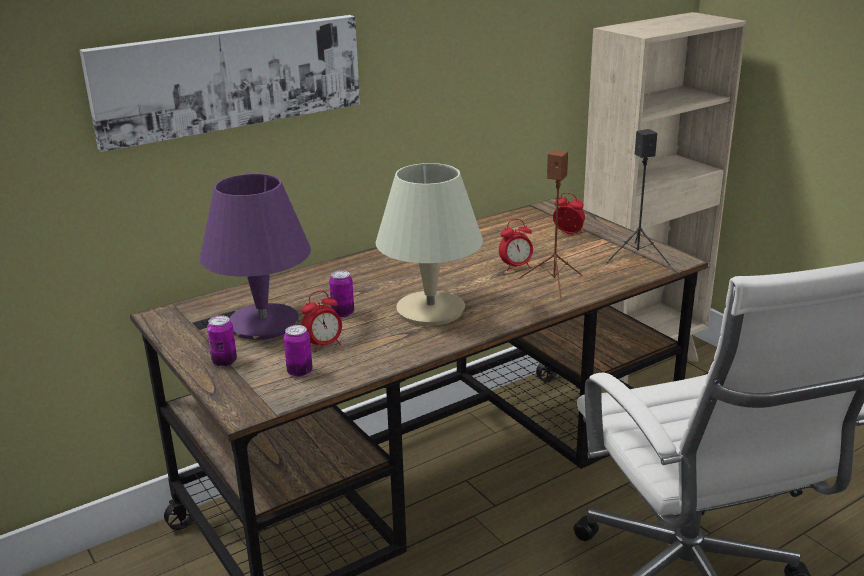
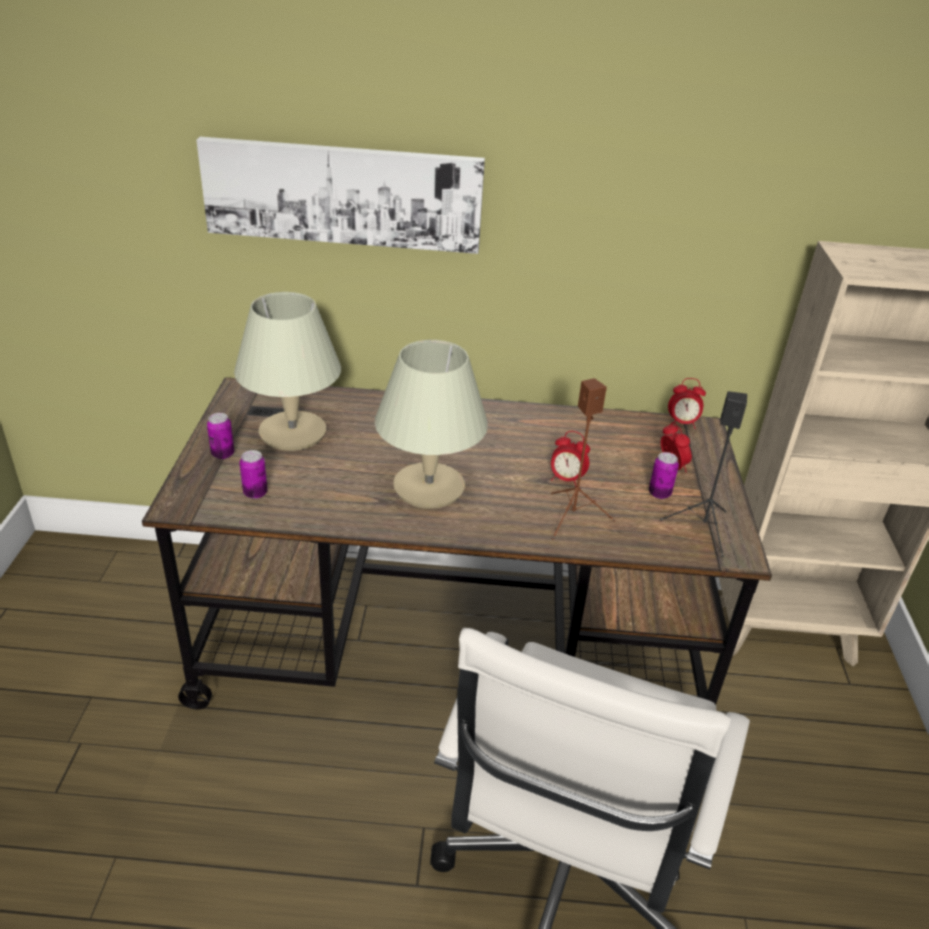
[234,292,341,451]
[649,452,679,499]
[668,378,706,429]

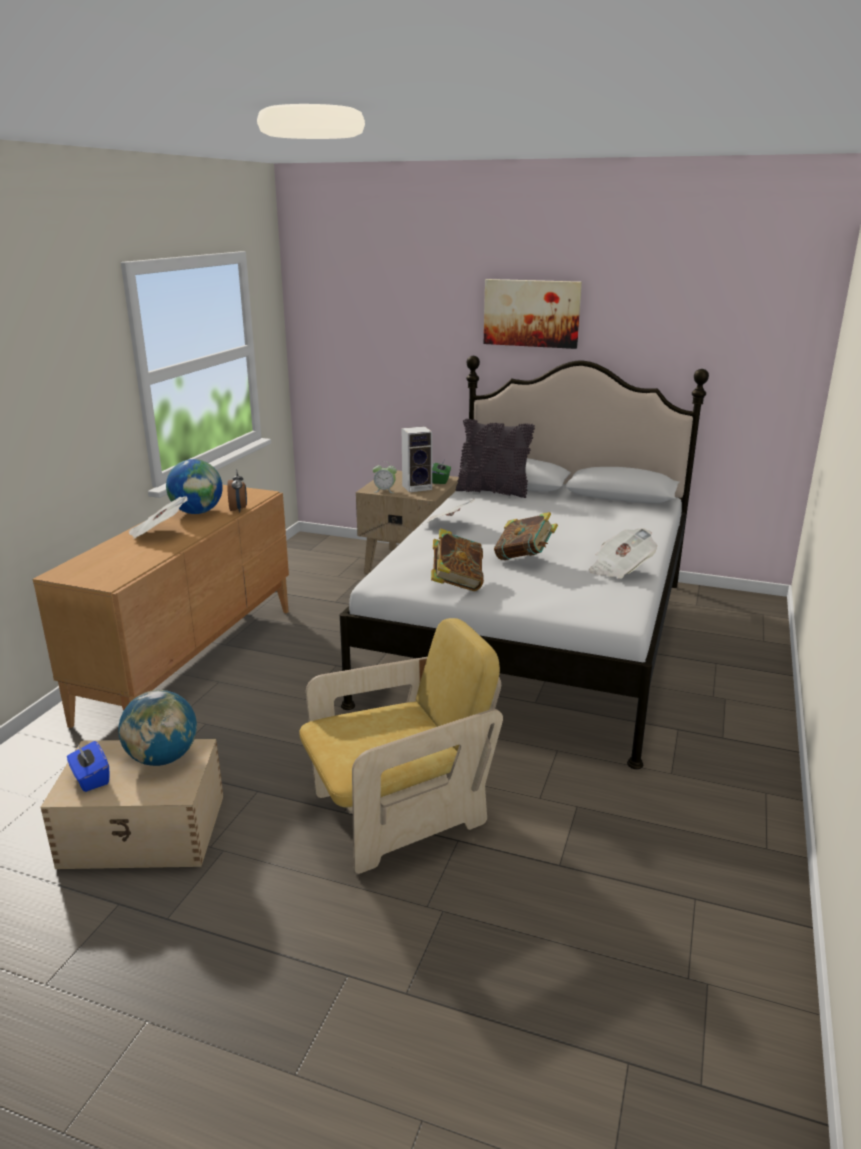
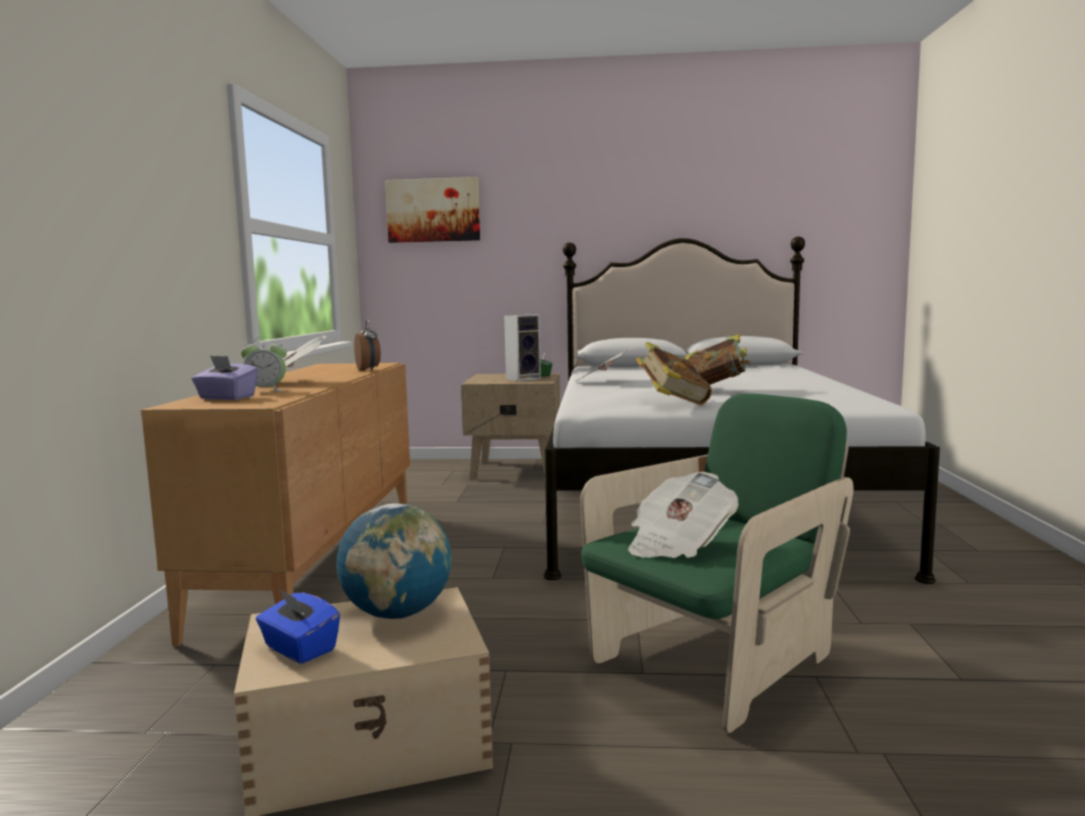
[192,356,258,400]
[241,337,287,392]
[385,177,480,243]
[580,393,854,733]
[628,472,739,558]
[166,459,223,514] (first image)
[456,419,535,498] (first image)

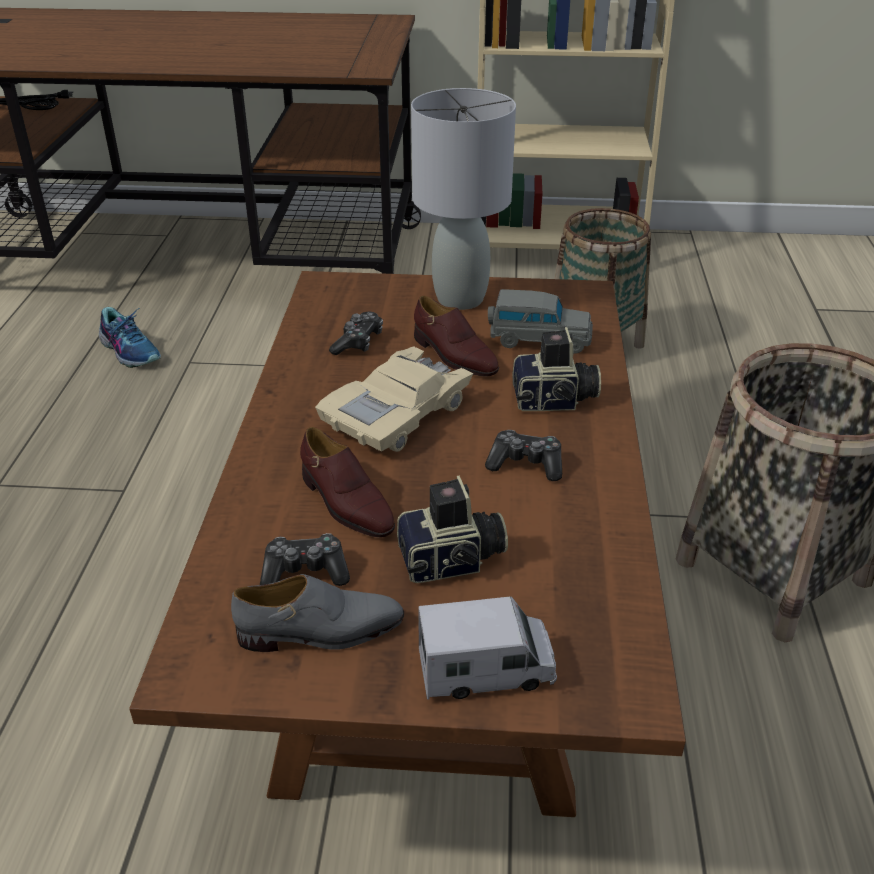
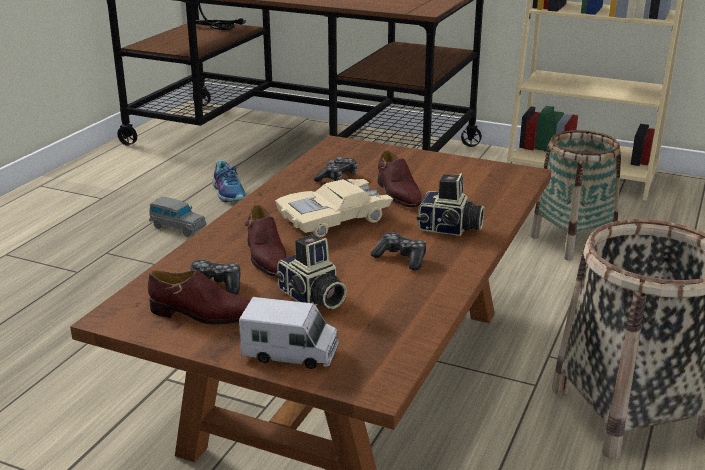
[148,270,250,325]
[149,197,206,237]
[275,234,347,309]
[411,88,516,310] (first image)

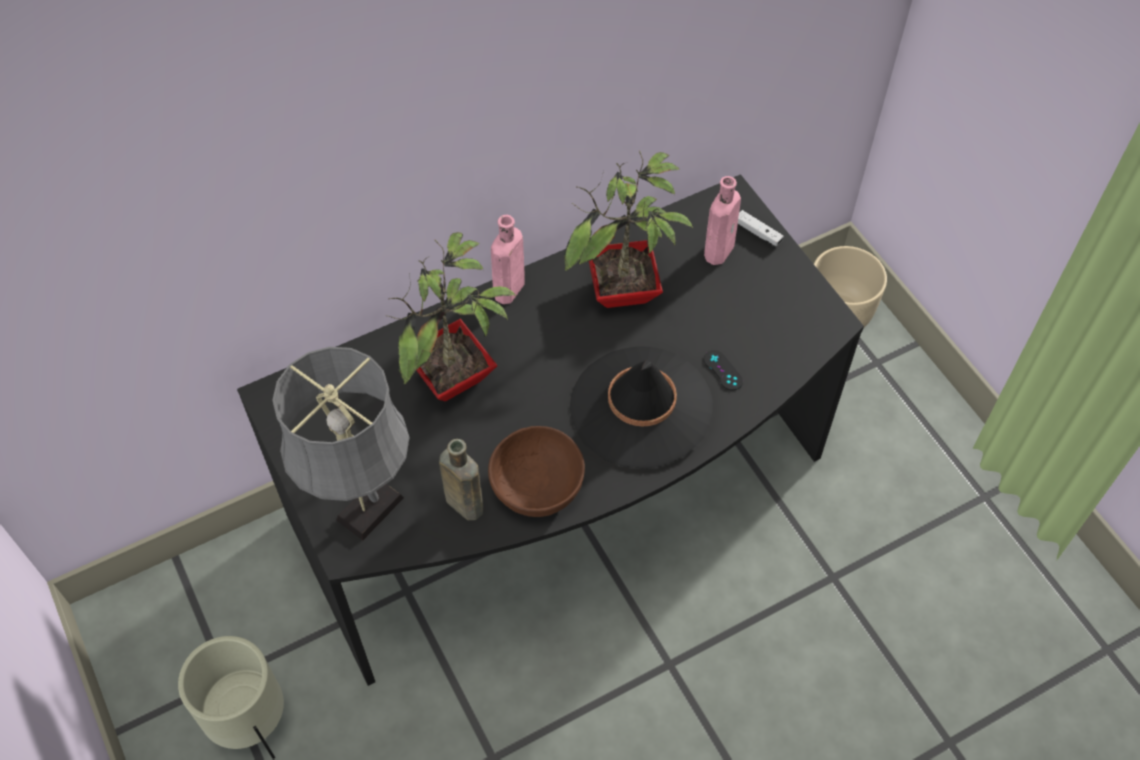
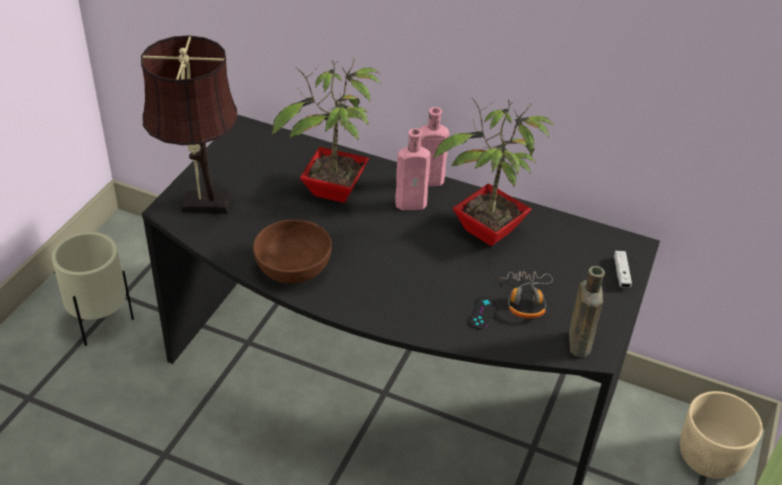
[141,35,238,214]
[395,128,431,210]
[500,271,553,318]
[569,266,605,358]
[570,346,713,469] (first image)

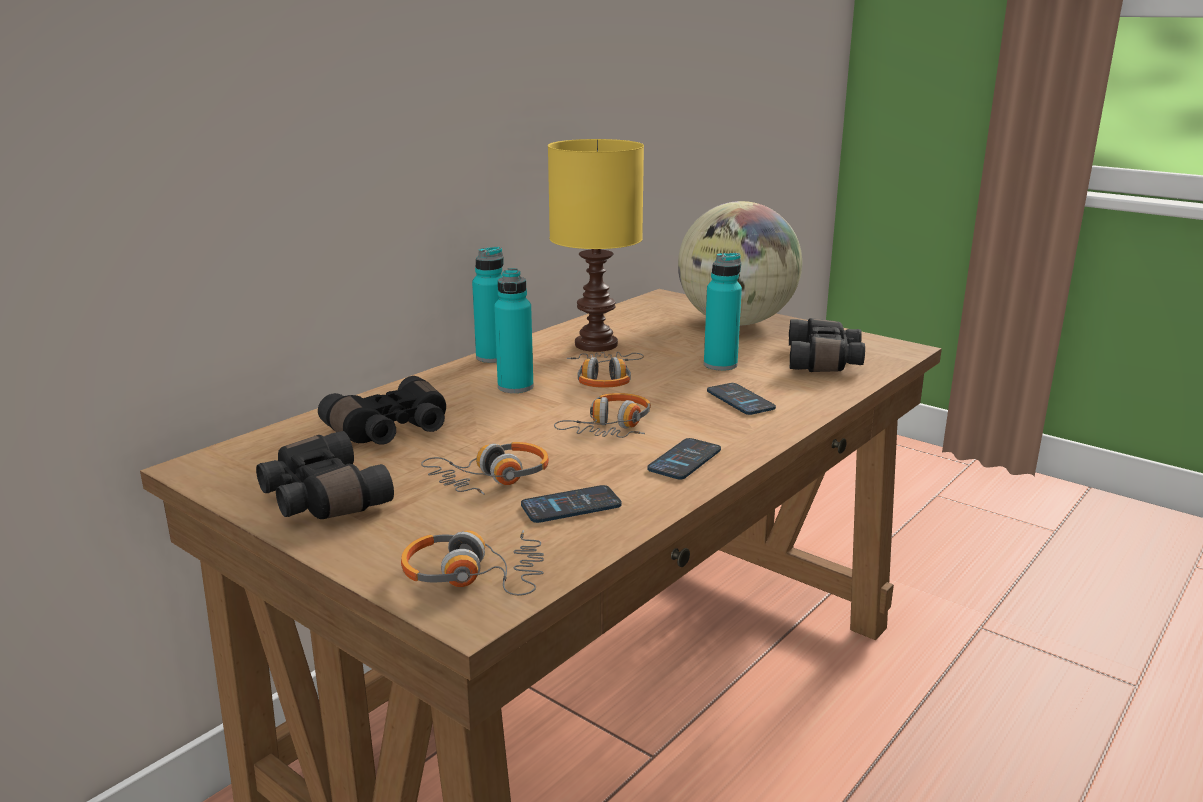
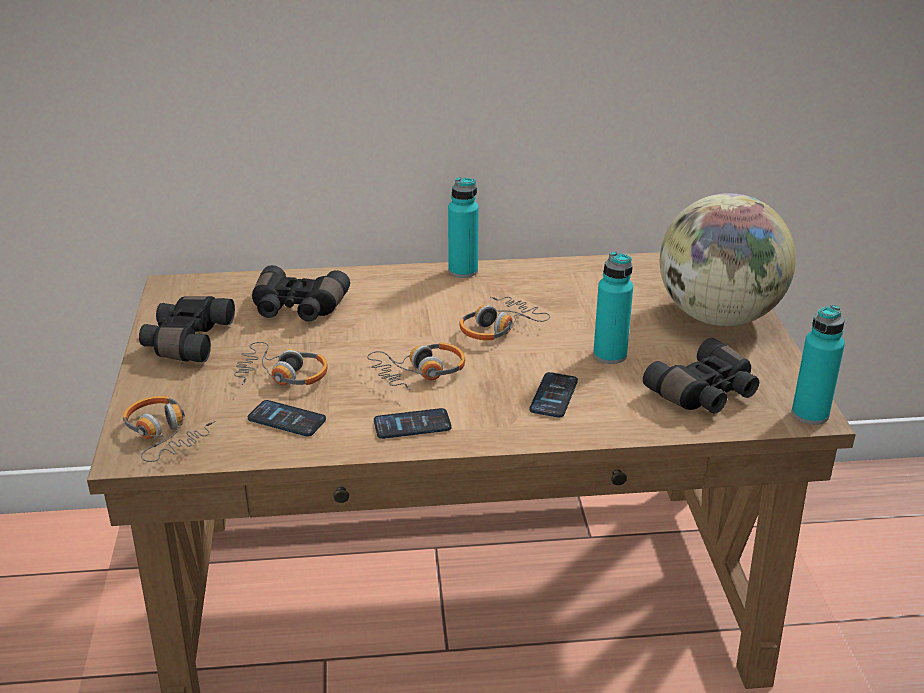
[792,305,845,425]
[548,139,644,352] (first image)

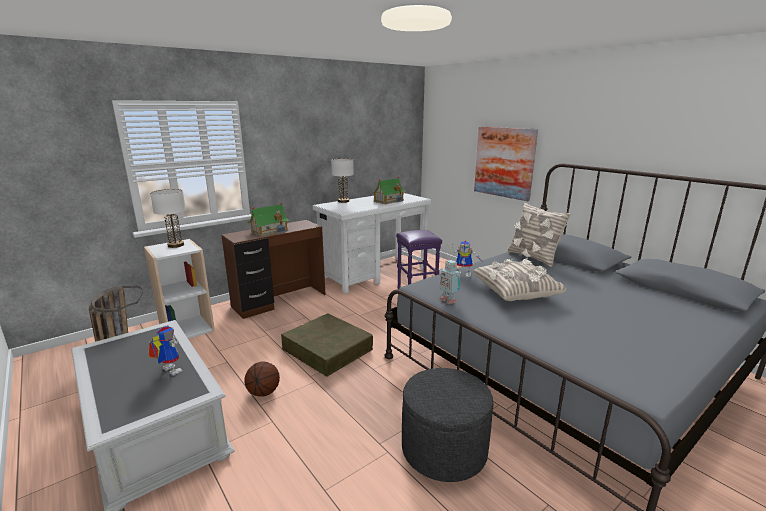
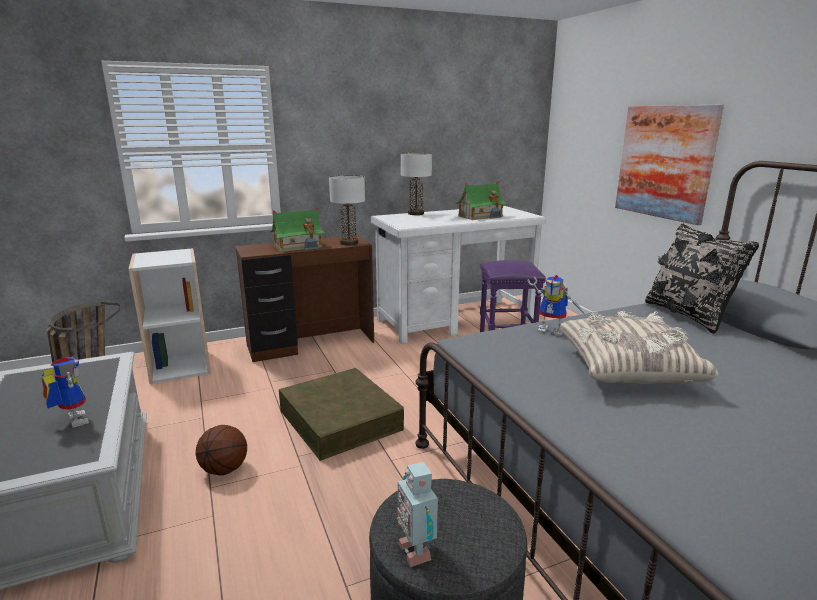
[329,175,365,245]
[397,462,438,567]
[645,224,759,334]

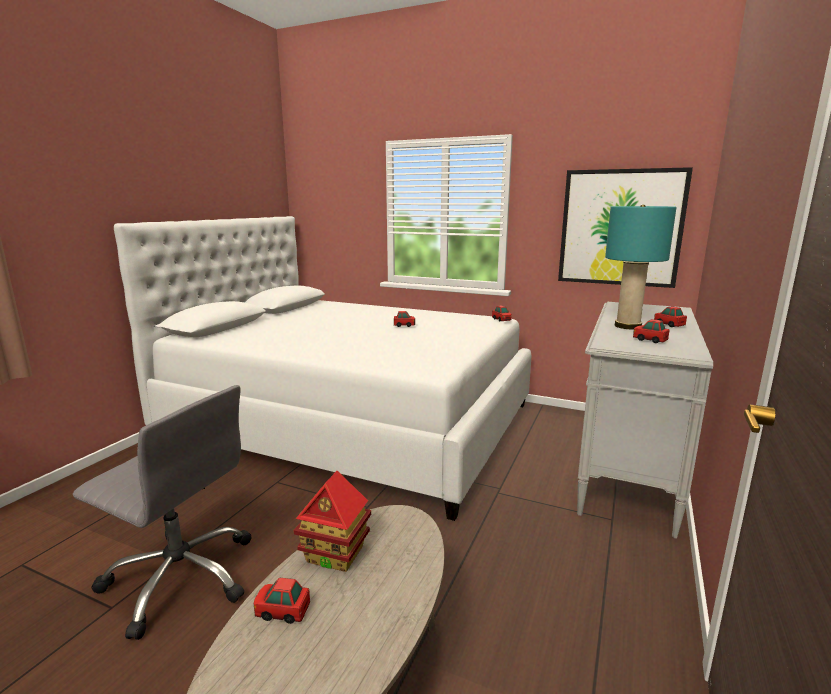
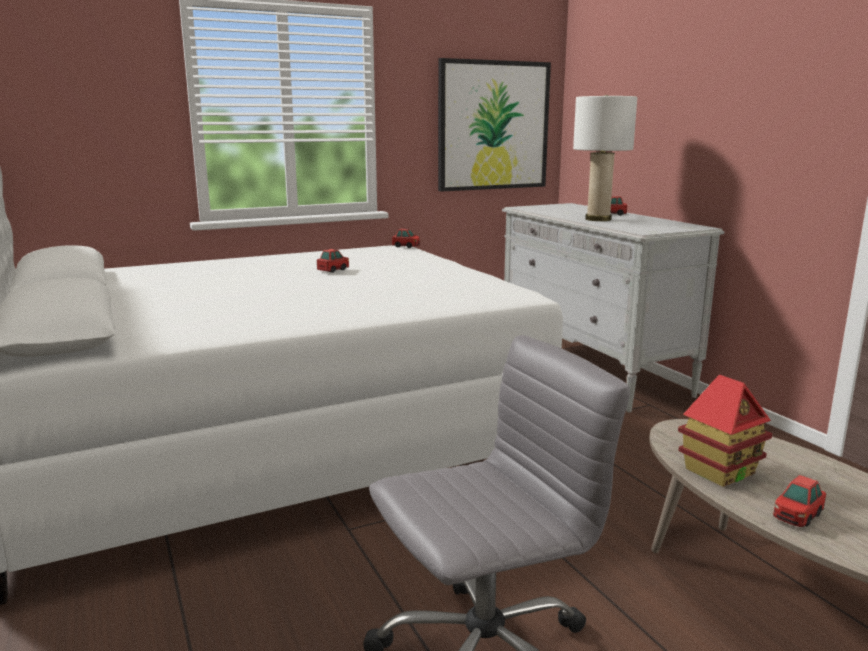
[573,95,637,221]
[633,319,670,343] (first image)

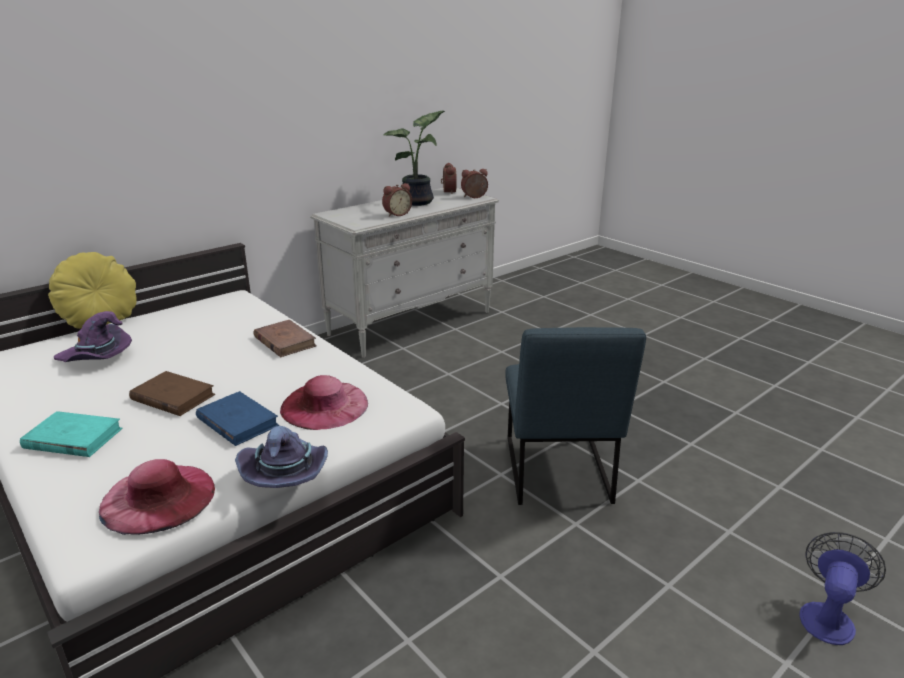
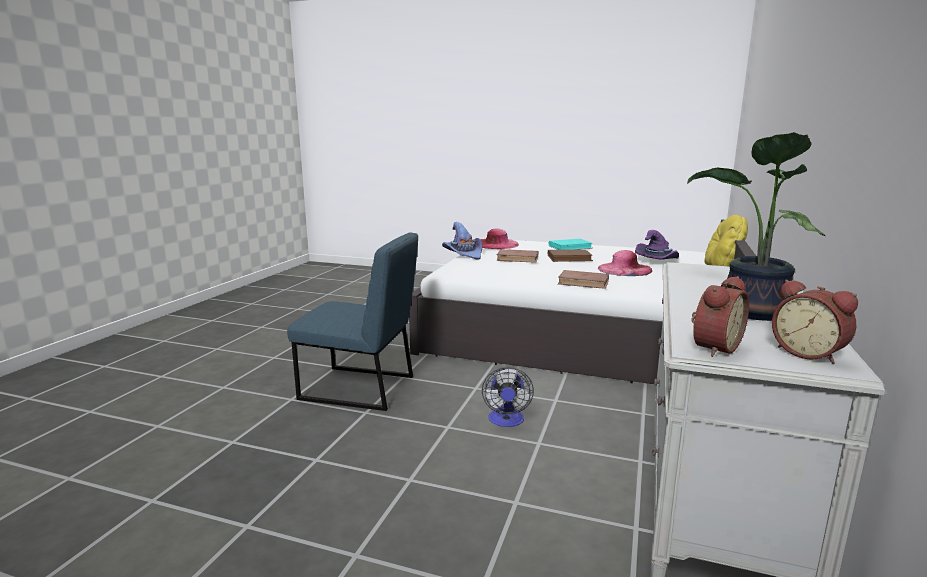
[287,233,418,411]
[482,367,534,427]
[496,249,538,263]
[598,250,652,276]
[382,183,412,217] (first image)

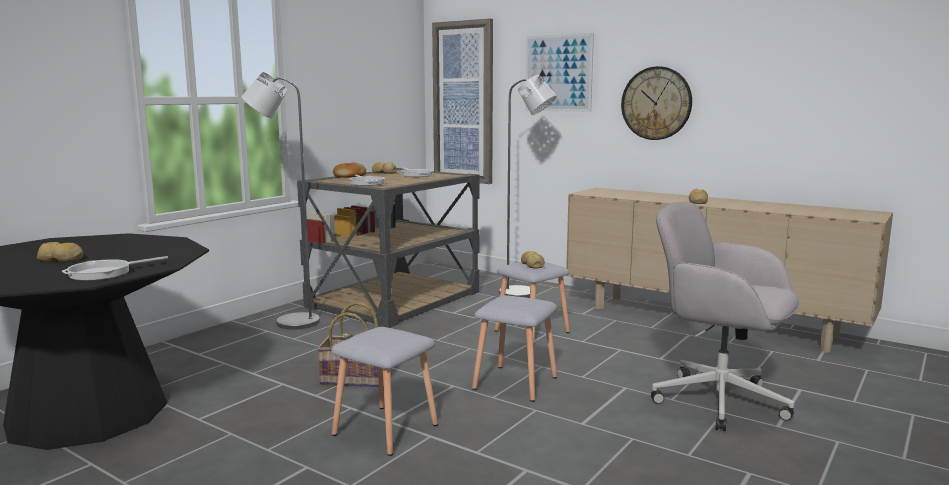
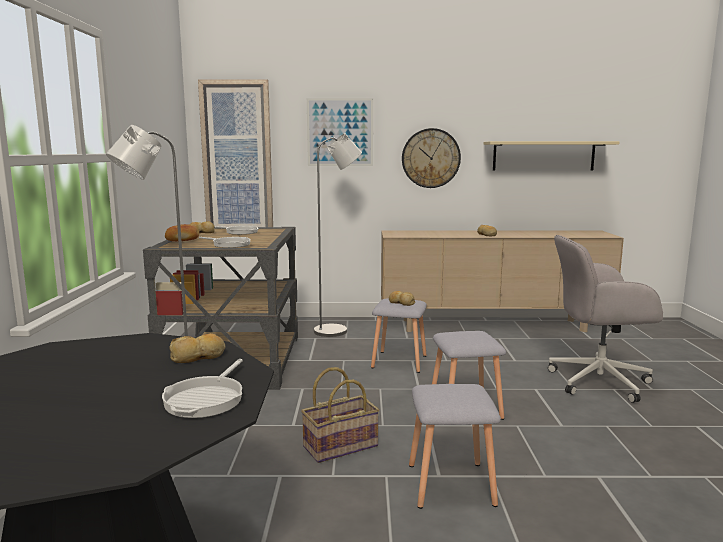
[169,333,225,363]
[483,141,620,171]

